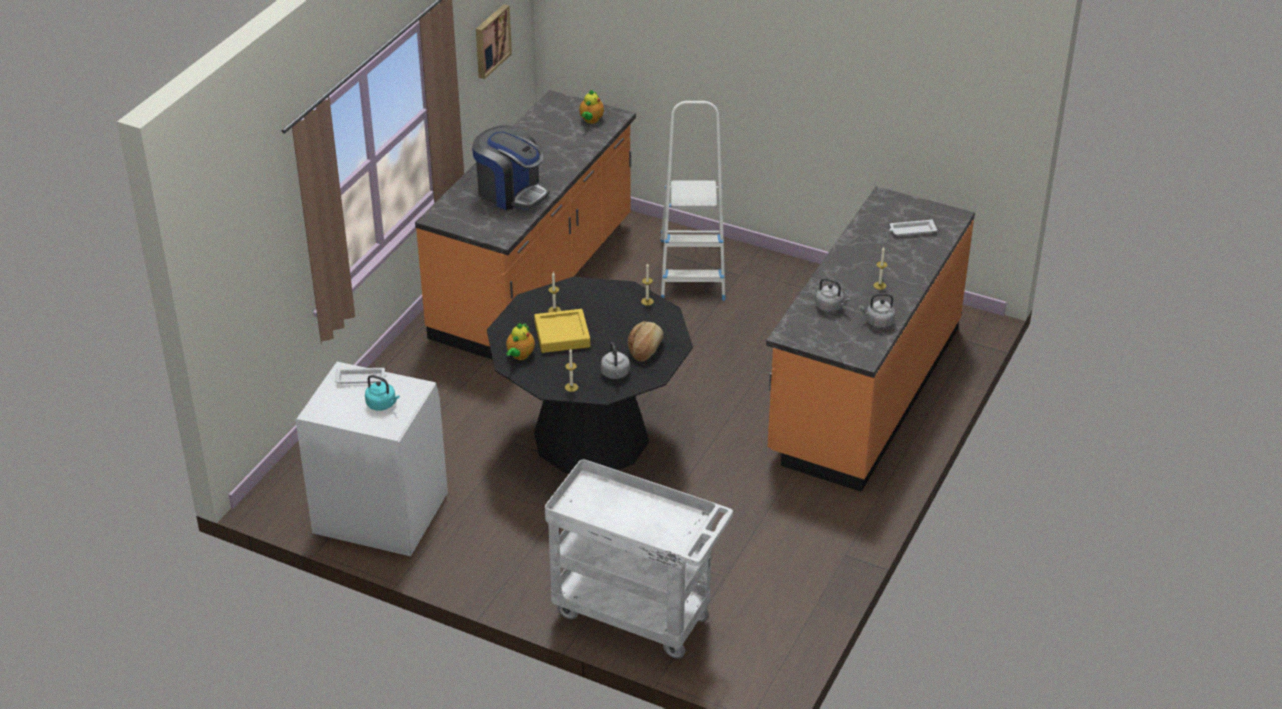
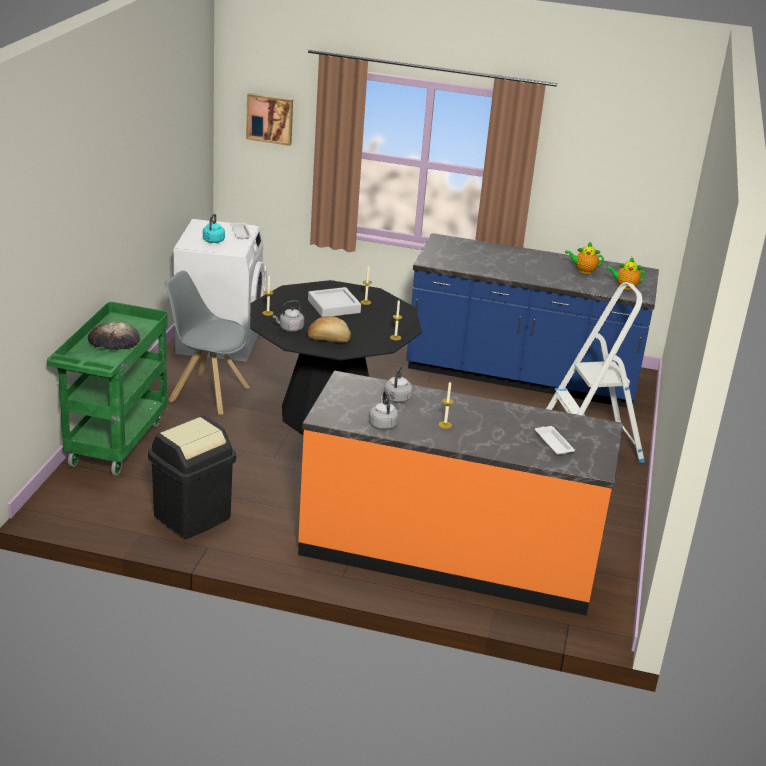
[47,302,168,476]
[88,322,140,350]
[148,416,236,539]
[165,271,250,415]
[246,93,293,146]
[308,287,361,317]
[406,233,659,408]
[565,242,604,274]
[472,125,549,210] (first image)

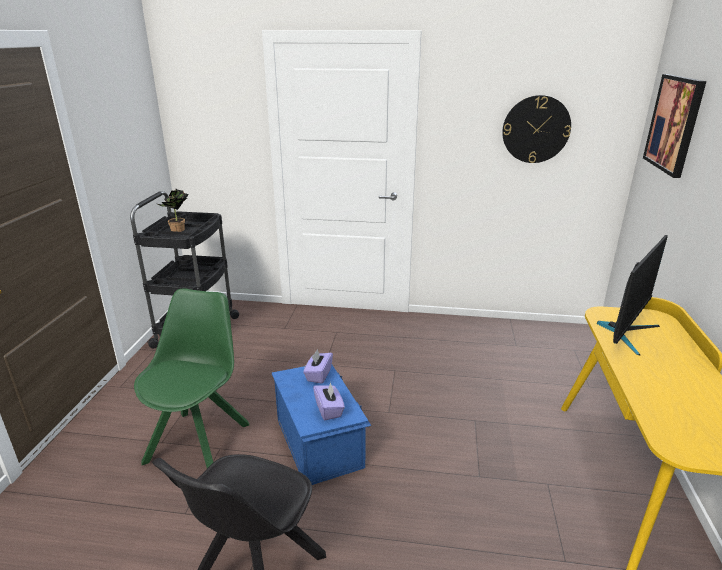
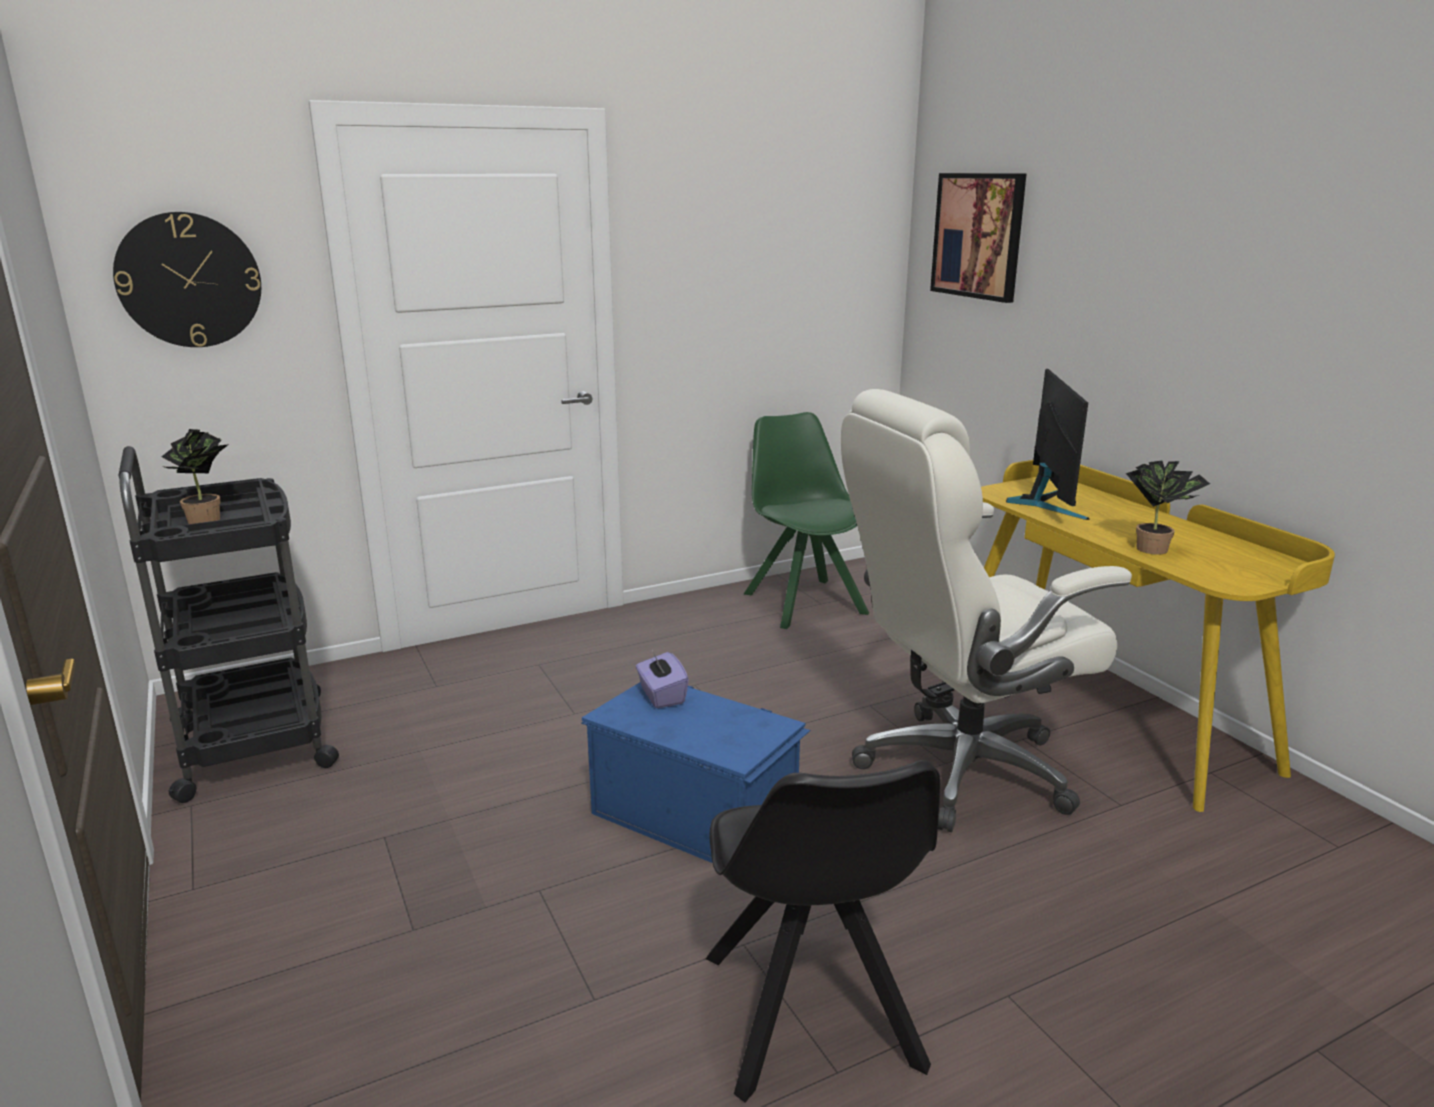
[113,212,261,347]
[744,412,869,629]
[841,389,1132,832]
[1126,460,1210,555]
[313,382,345,420] (first image)

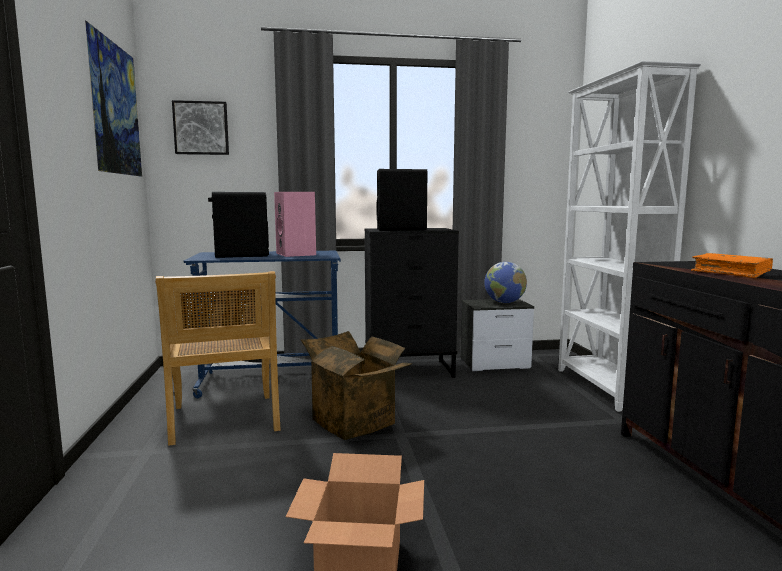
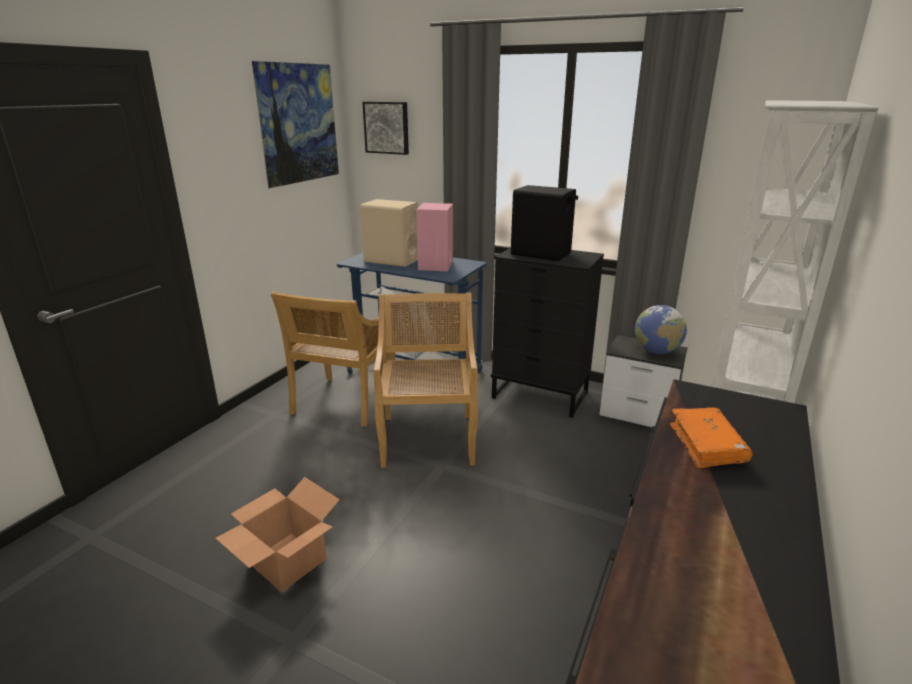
[359,199,418,267]
[374,293,478,468]

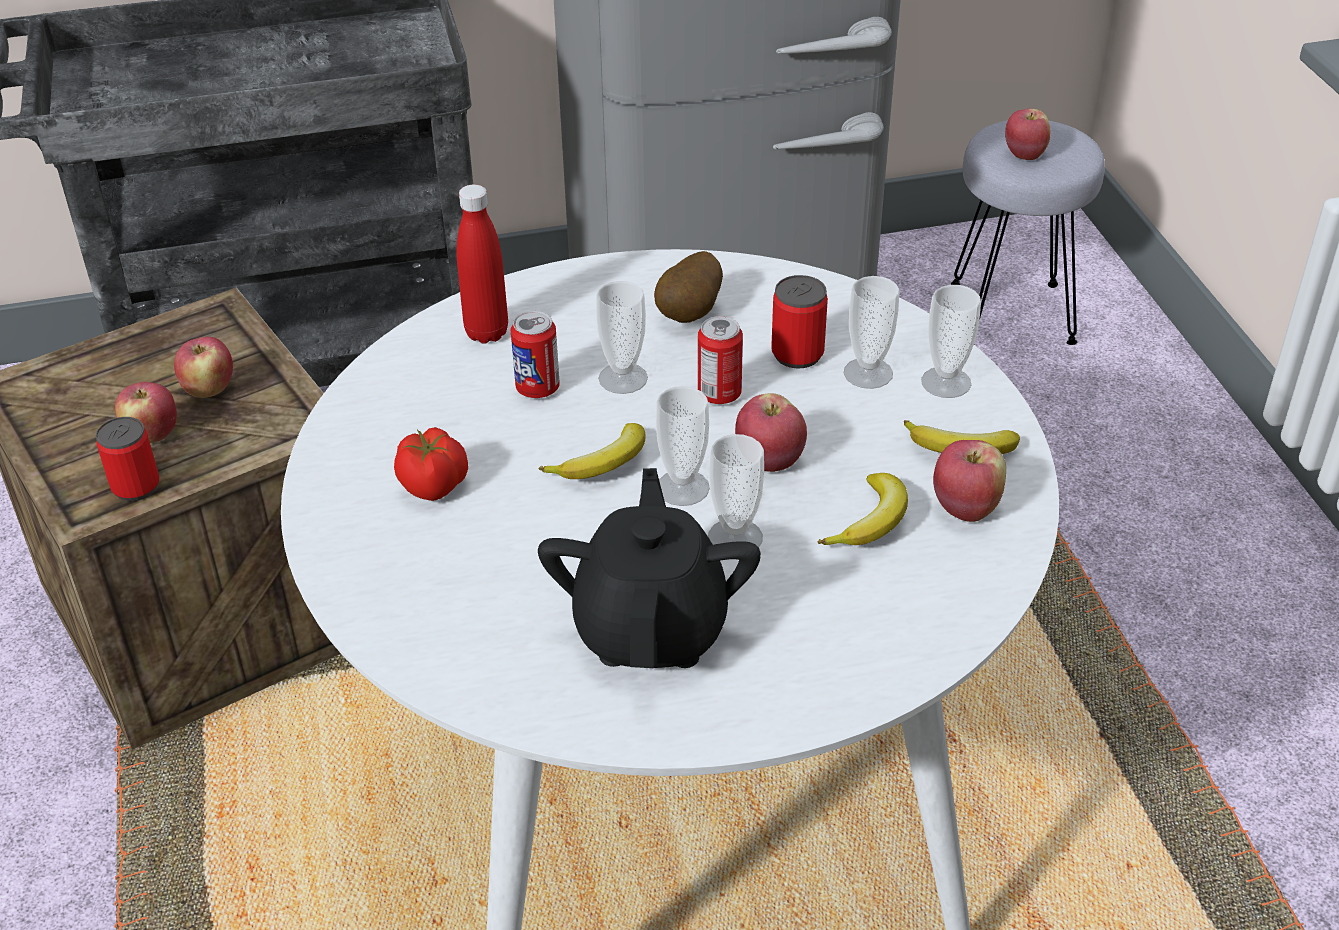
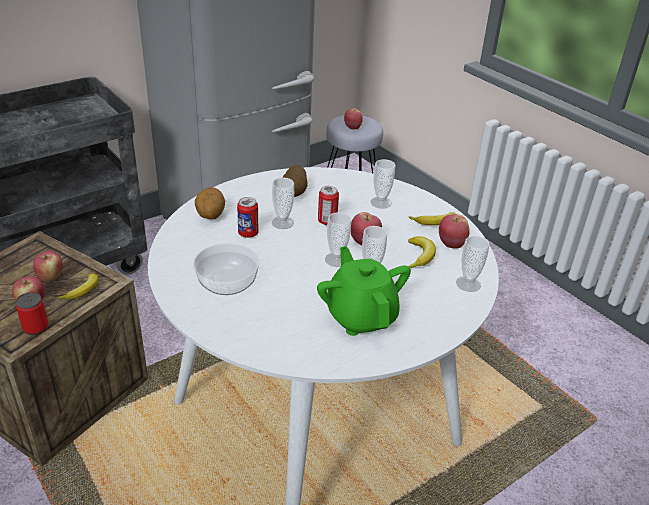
[56,274,99,299]
[193,243,259,295]
[195,187,225,219]
[317,246,411,336]
[456,236,489,292]
[771,275,828,368] (first image)

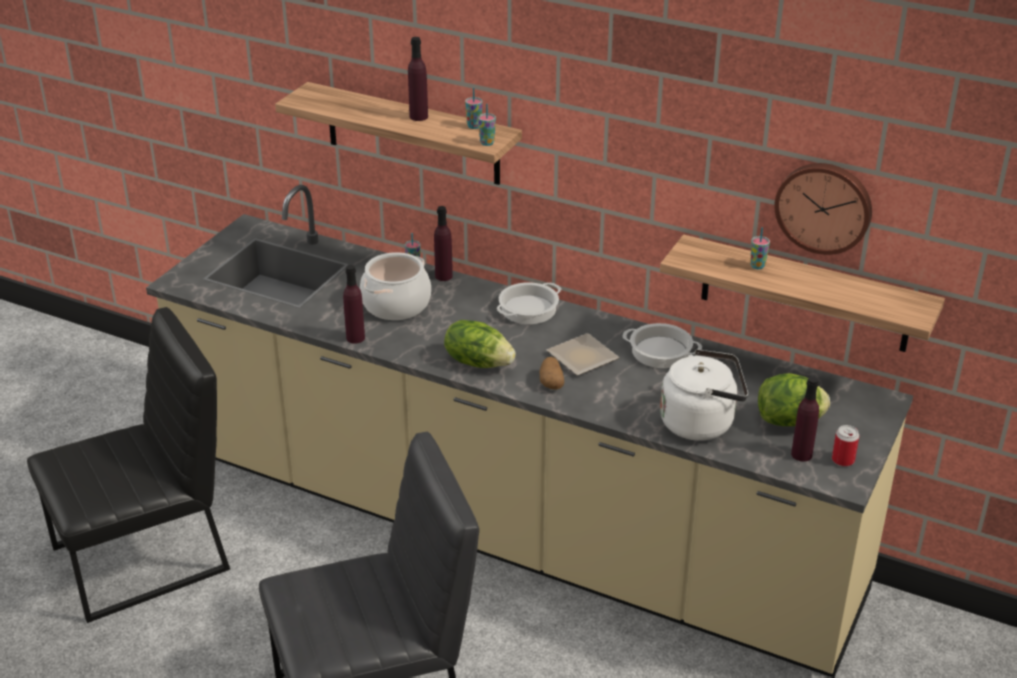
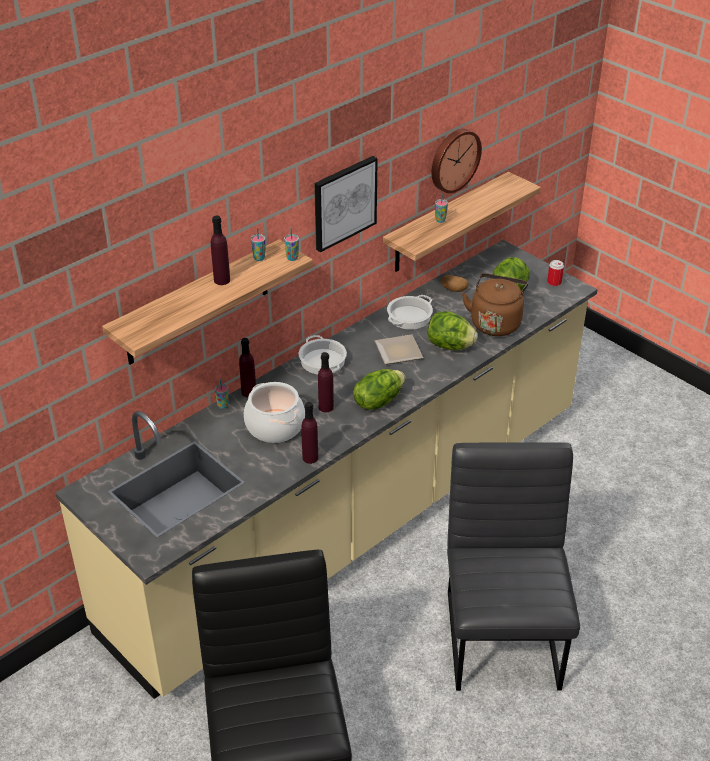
[314,156,378,252]
[318,352,334,412]
[428,311,477,350]
[441,275,469,292]
[462,273,528,336]

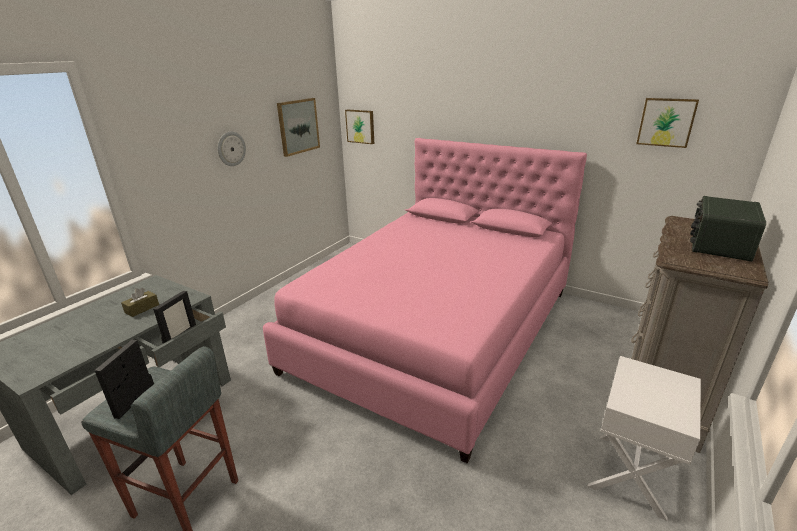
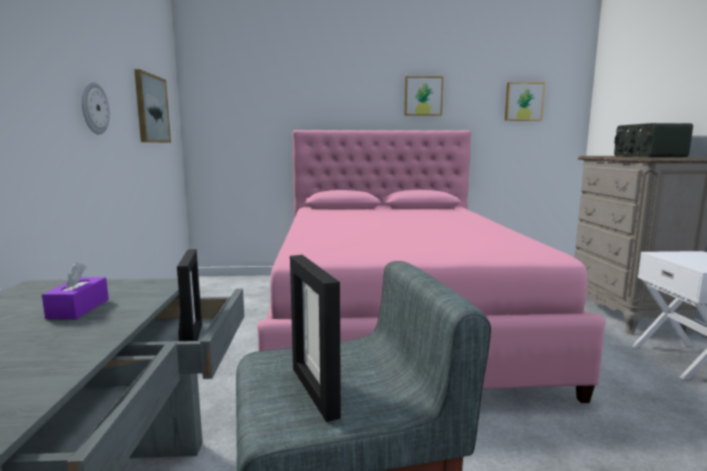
[42,262,109,319]
[405,76,443,116]

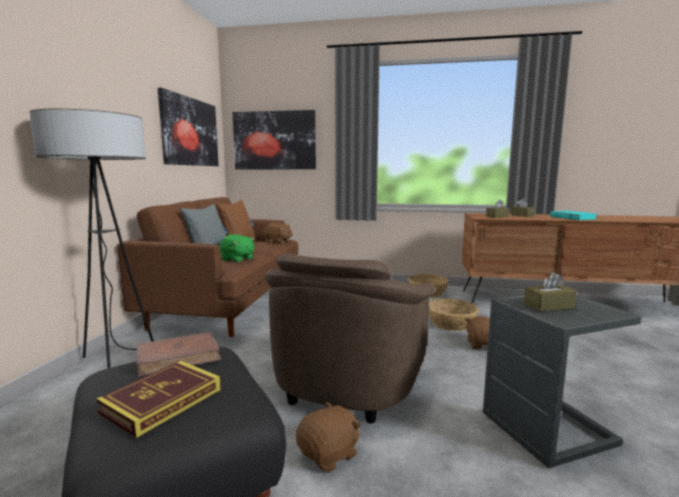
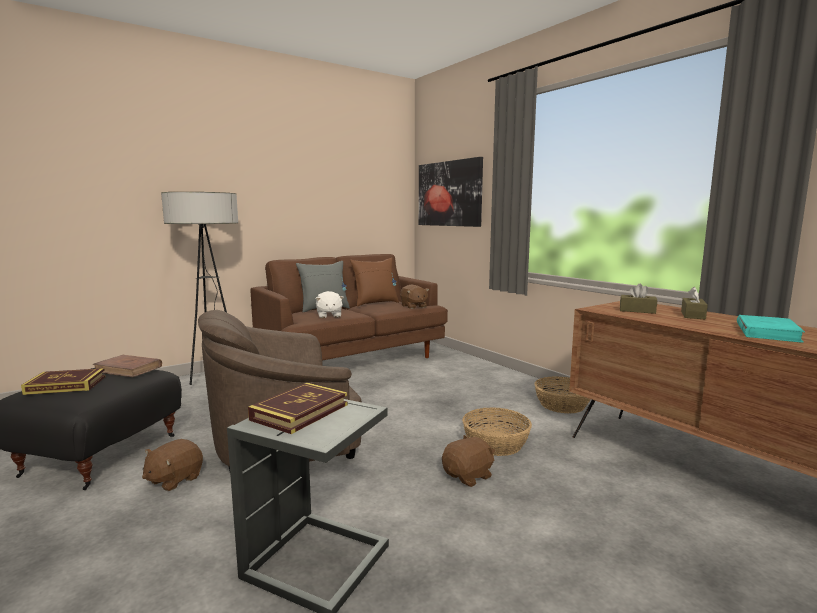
[142,439,203,491]
[248,383,348,434]
[315,291,344,318]
[158,88,219,166] (first image)

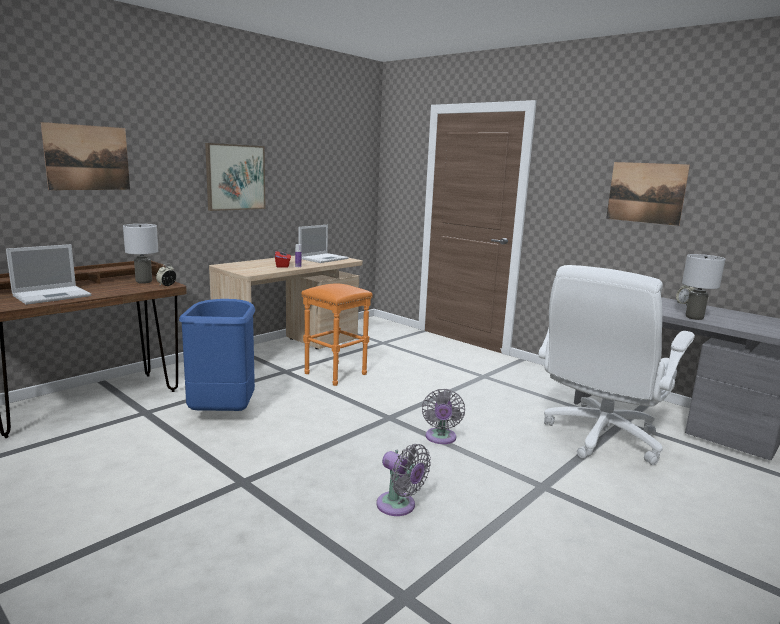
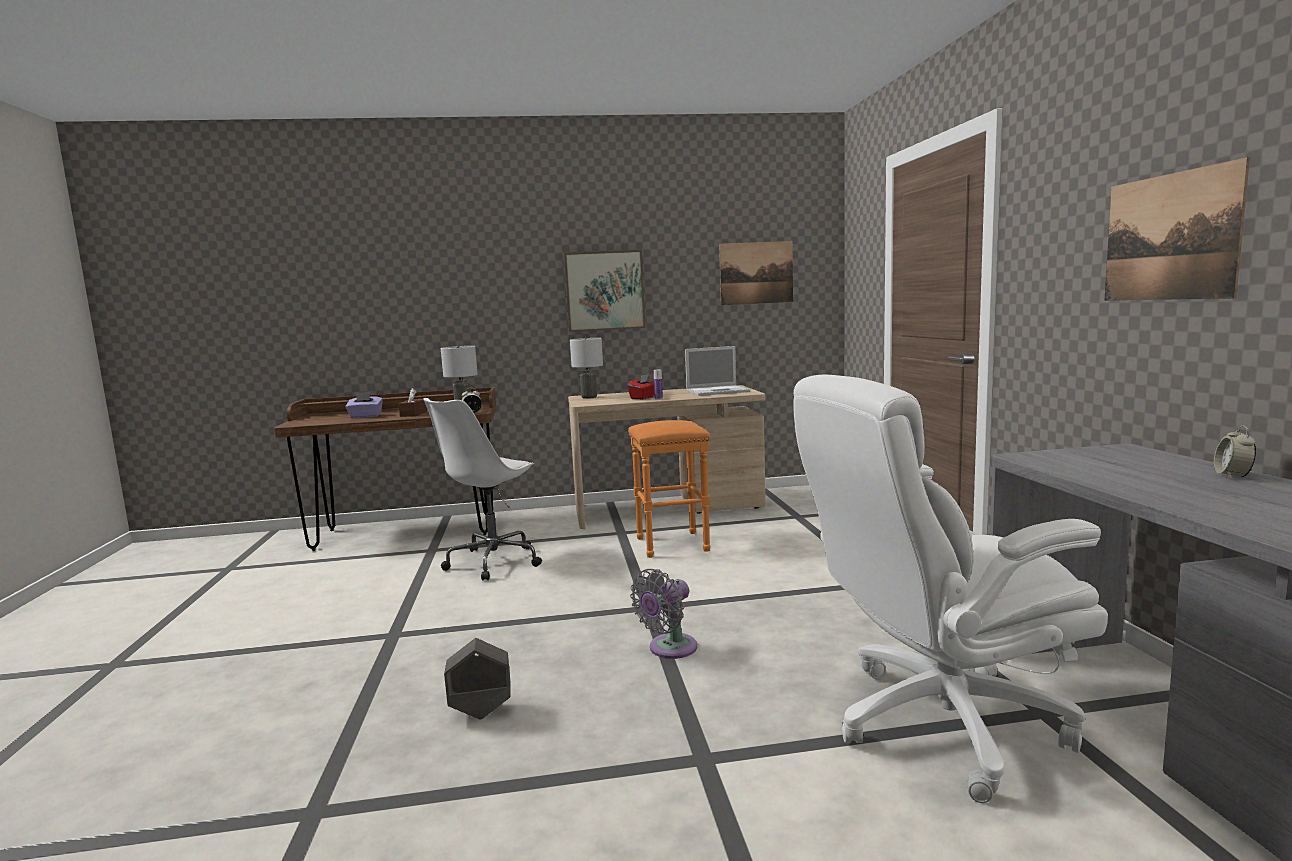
[345,392,383,418]
[398,388,427,417]
[423,398,542,581]
[444,638,511,720]
[570,338,603,399]
[719,241,793,305]

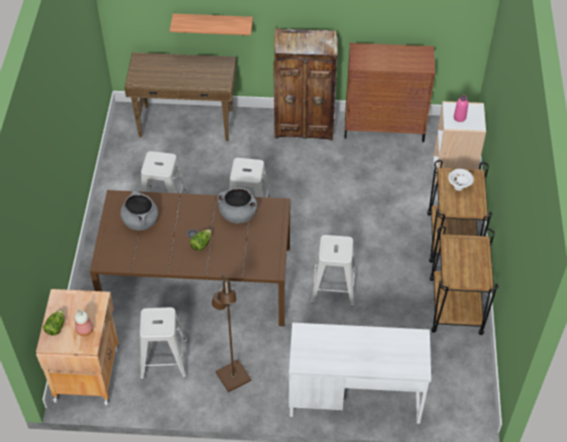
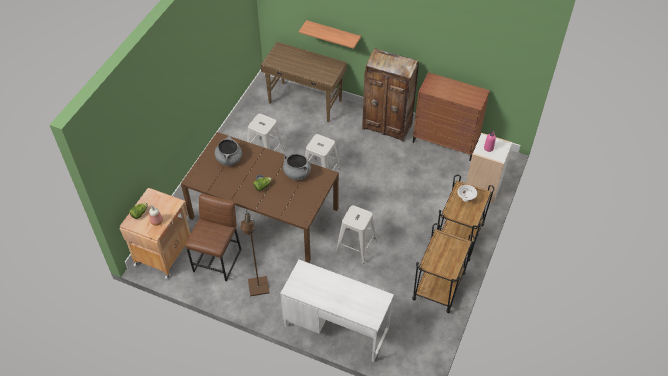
[185,194,241,281]

